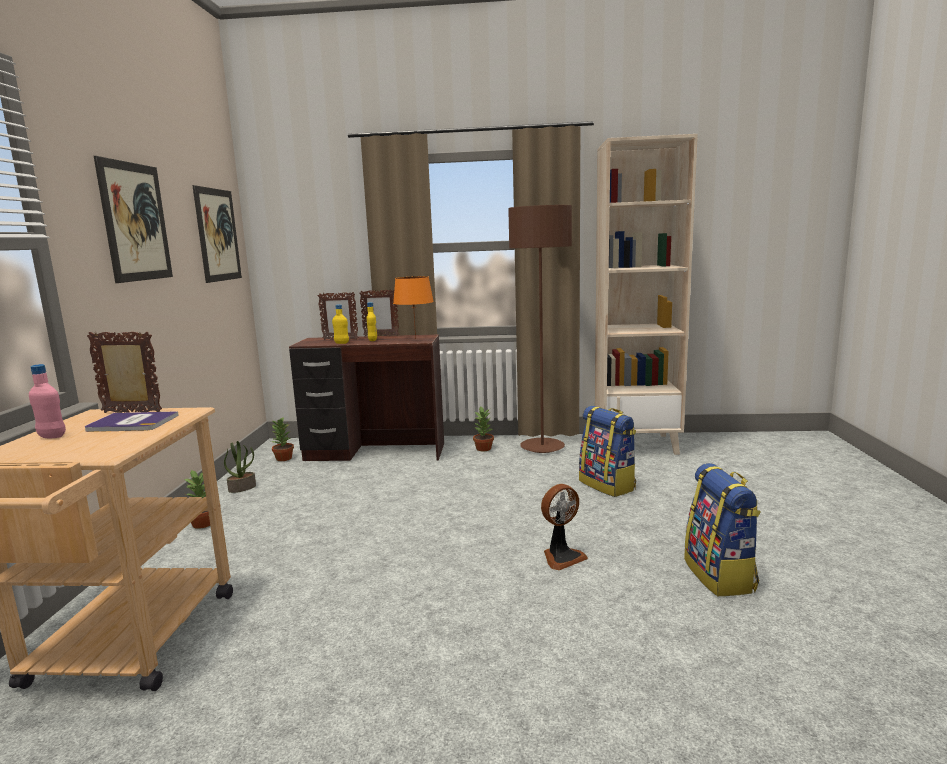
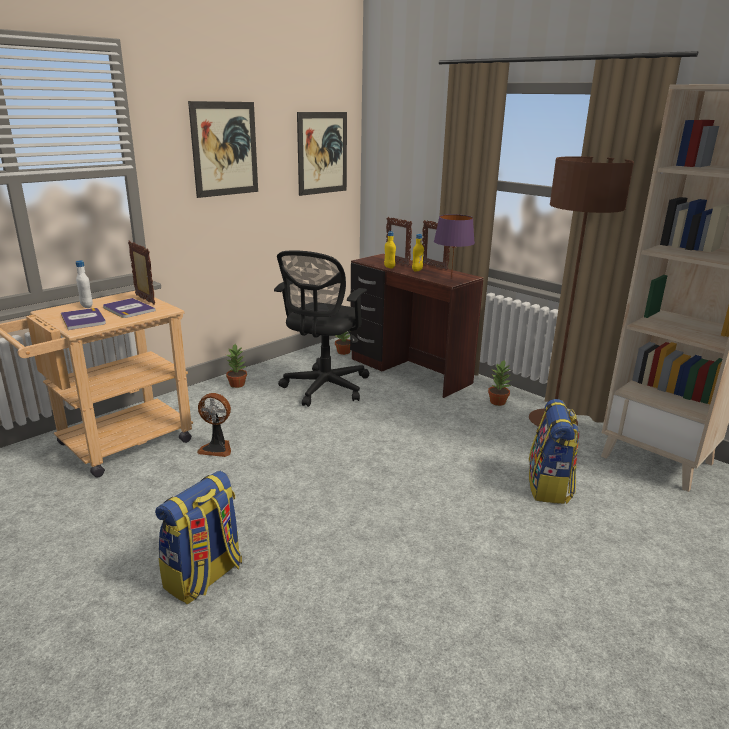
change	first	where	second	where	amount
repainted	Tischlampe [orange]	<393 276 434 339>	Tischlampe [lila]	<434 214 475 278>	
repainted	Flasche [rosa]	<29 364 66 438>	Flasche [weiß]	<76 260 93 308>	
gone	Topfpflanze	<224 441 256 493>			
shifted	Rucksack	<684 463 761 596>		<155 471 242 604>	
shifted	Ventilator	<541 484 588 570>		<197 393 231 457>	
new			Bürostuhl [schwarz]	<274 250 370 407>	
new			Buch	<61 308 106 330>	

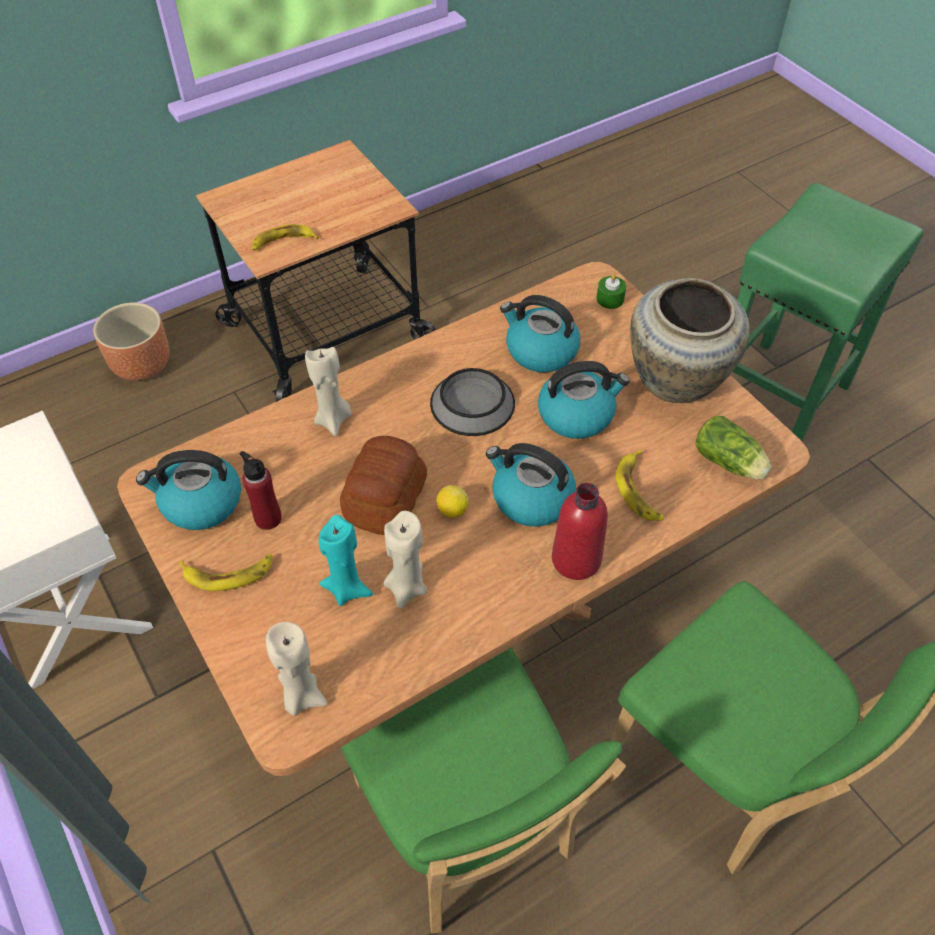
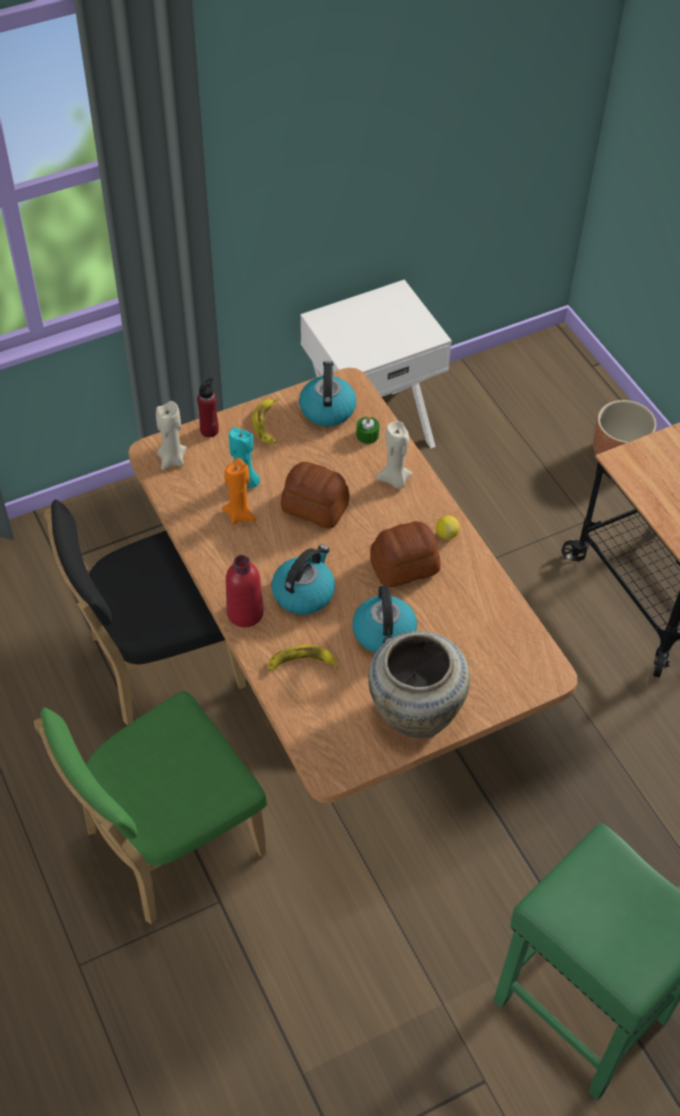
change	first	where	second	where	amount
gone	Banane	<252 224 319 251>			
shifted	Kerze [grün]	<596 274 626 309>		<356 416 379 444>	
gone	Wasserkessel	<500 295 580 373>			
swapped	Schüssel	<430 368 515 436>	Brot	<370 521 441 587>	
gone	Salatkopf	<695 416 772 480>			
shifted	Flasche [rot]	<240 451 282 530>		<197 377 219 437>	
shifted	Zitrone	<436 485 469 518>		<436 515 460 539>	
repainted	Kerze [beige]	<383 511 427 609>	Kerze [orange]	<222 458 256 524>	
repainted	Stuhl [grün]	<340 648 626 934>	Stuhl [schwarz]	<44 499 246 725>	

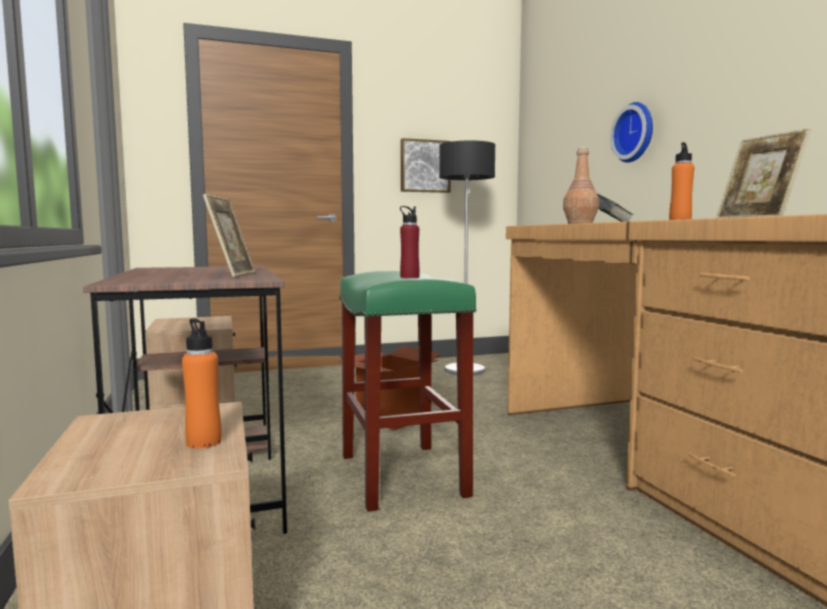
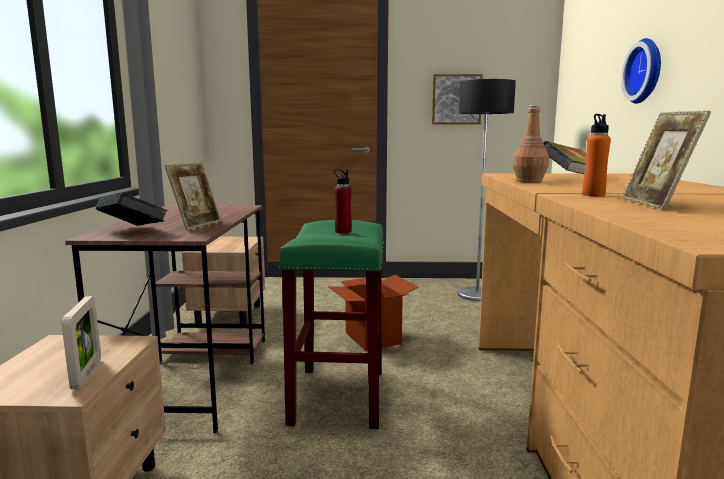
change	first	where	second	where	amount
swapped	Flasche [orange]	<182 318 222 448>	Bilderrahmen	<62 296 101 389>	
new			Buch	<95 193 168 226>	

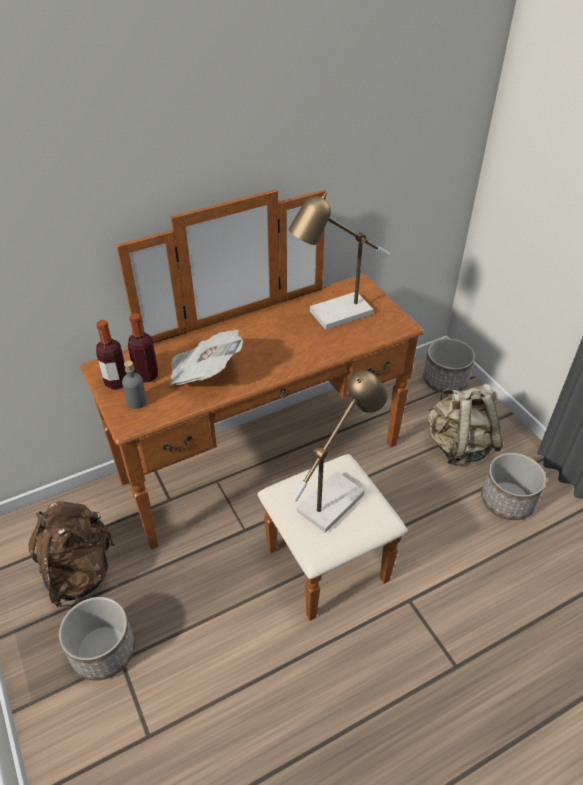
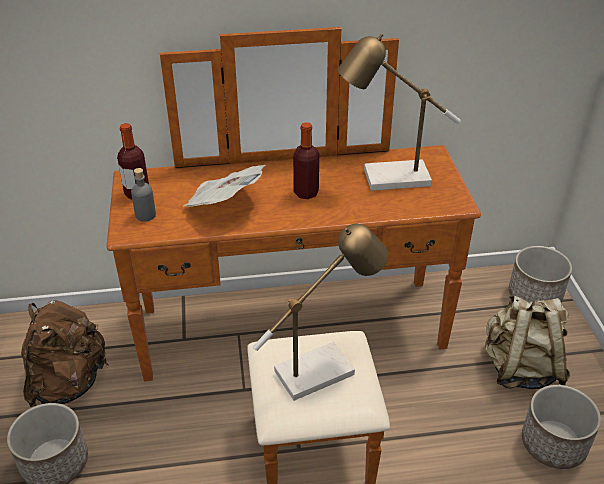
change	first	where	second	where	amount
shifted	Flasche	<128 313 158 382>		<293 122 319 199>	

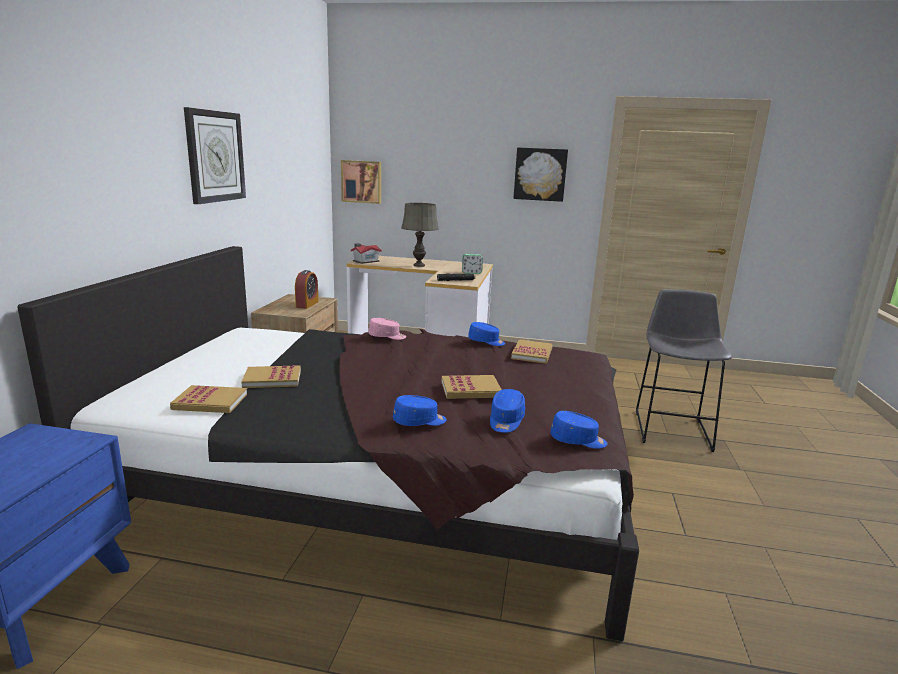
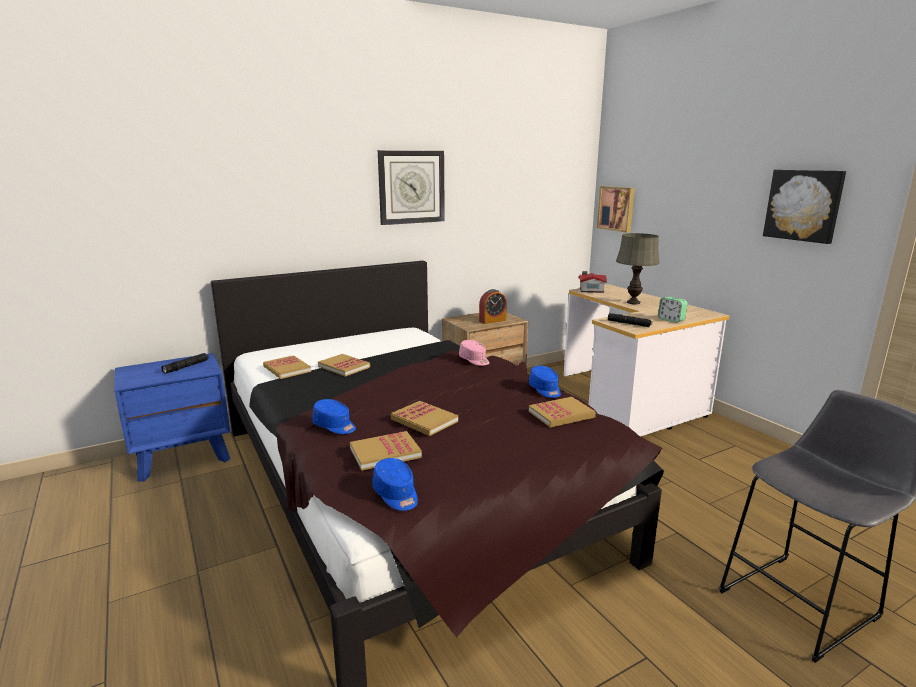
change	first	where	second	where	amount
swapped	Kappe [blau]	<490 389 525 433>	Buch	<350 431 422 471>	
new			Taschenlampe [schwarz]	<162 353 209 374>	

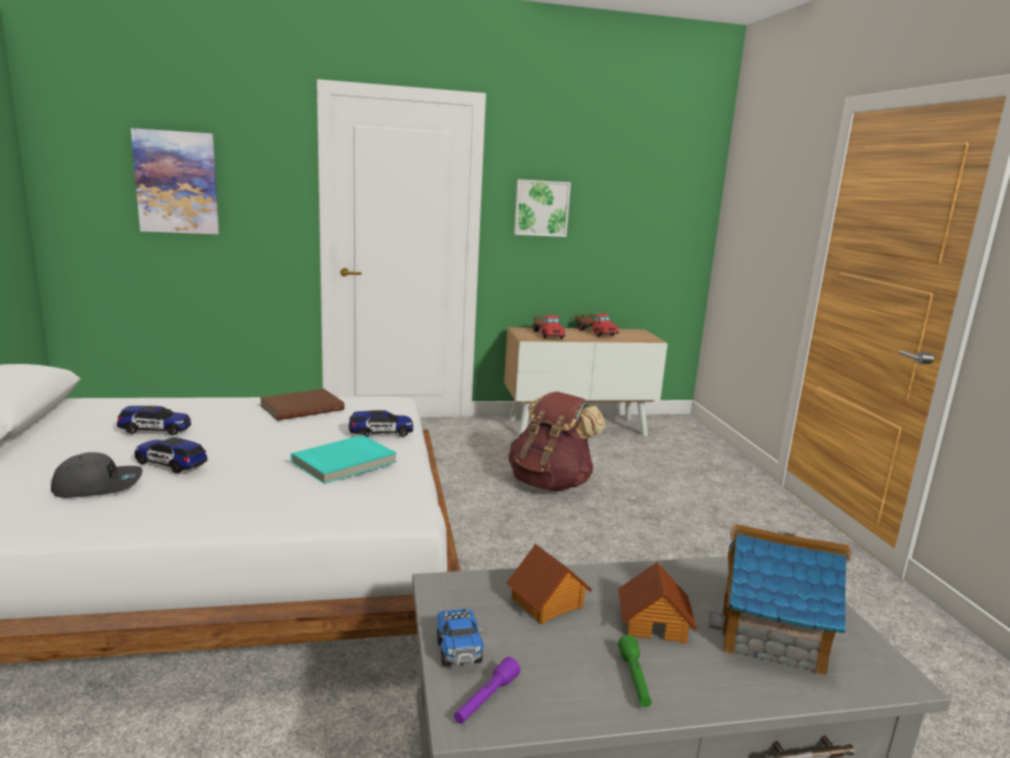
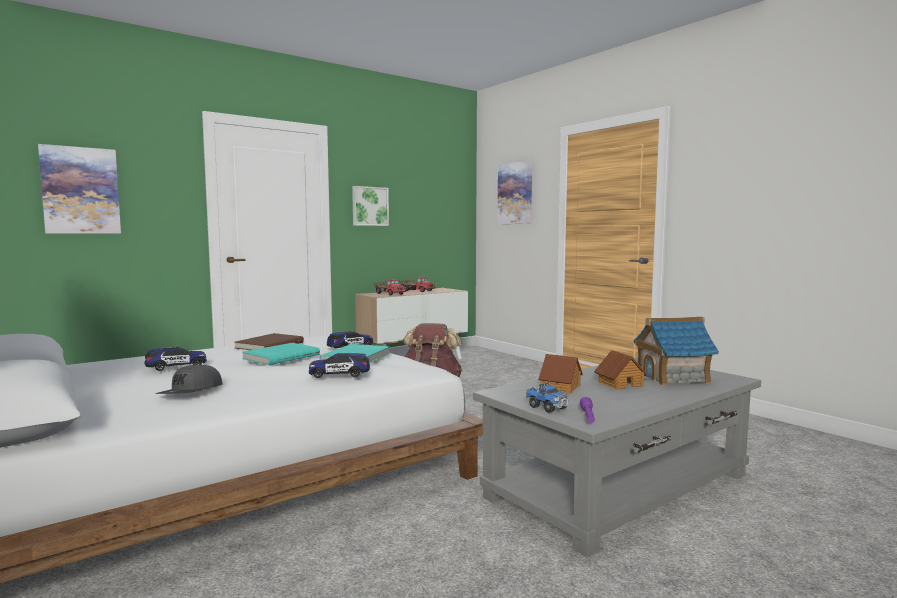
change	first	where	second	where	amount
shifted	Spielzeugauto	<134 437 207 474>		<309 353 370 378>	
rotated	Kappe [grau]	<51 452 143 498>		<155 364 223 394>	150 degrees clockwise
gone	Taschenlampe [grün]	<618 635 652 707>			
new			Bild	<497 160 532 224>	
new			Buch [türkis]	<242 343 320 365>	

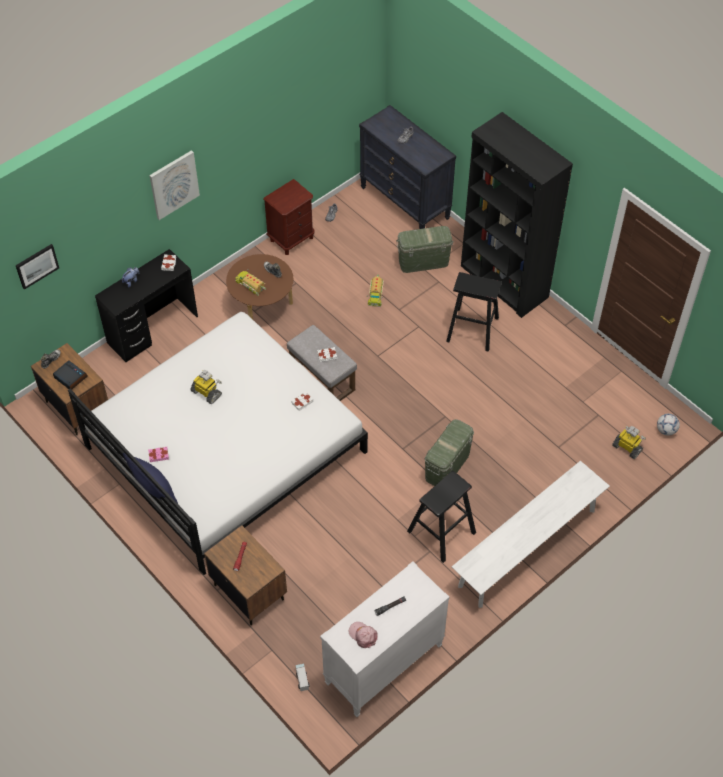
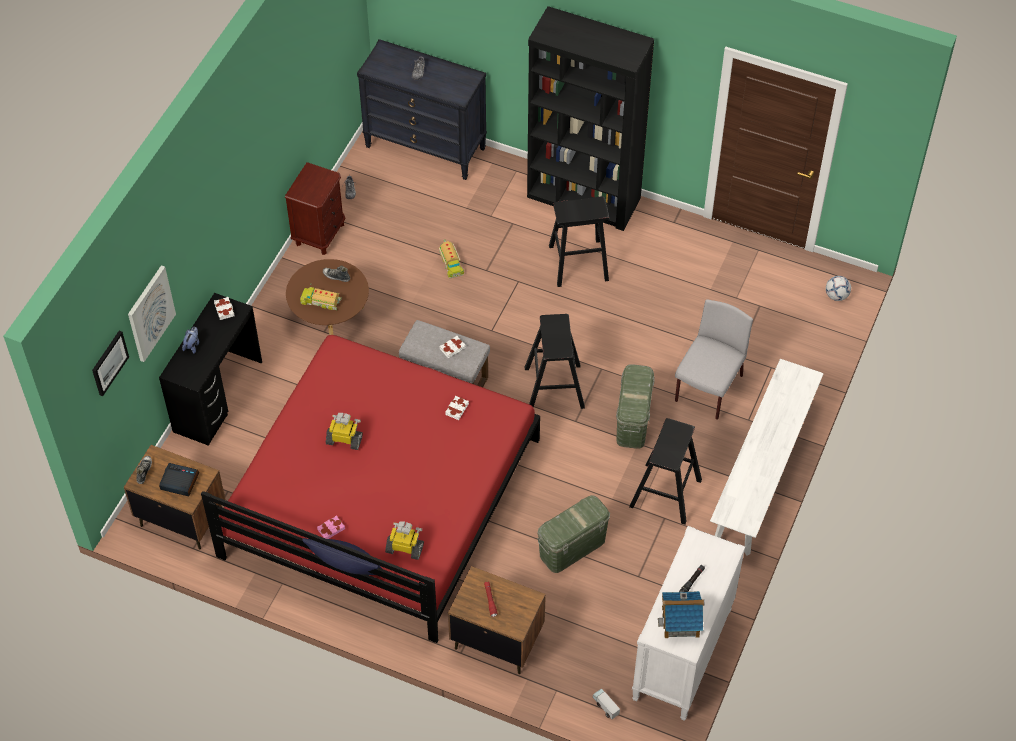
change	first	where	second	where	amount
shifted	Bild	<149 150 200 220>		<128 265 176 362>	
shifted	Aufbewahrungsbox [grün]	<396 226 454 273>		<537 495 610 573>	
repainted	Bett [weiß]	<68 312 368 575>	Bett [rot]	<201 335 540 643>	
shifted	Spielzeugroboter	<612 426 646 459>		<385 521 424 560>	
swapped	Kappe [rosa]	<349 622 378 648>	Spielzeughaus	<658 591 705 638>	
new			Stuhl [grau]	<675 299 753 420>	
new			Hocker [schwarz]	<525 314 585 409>	

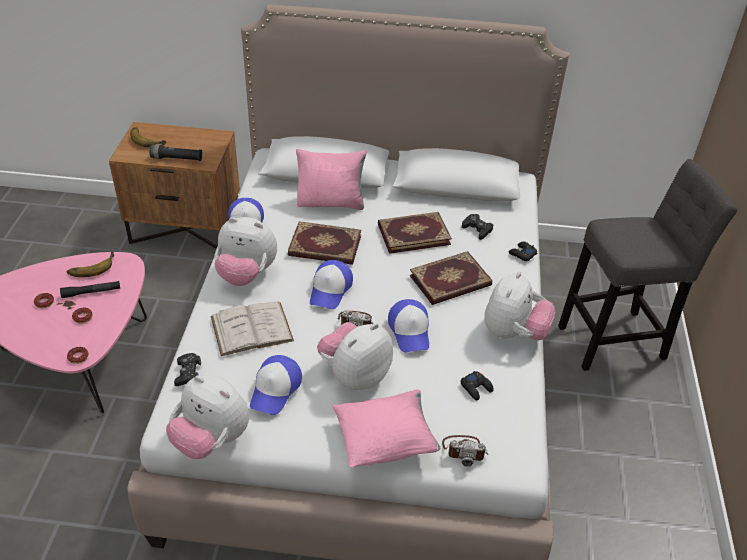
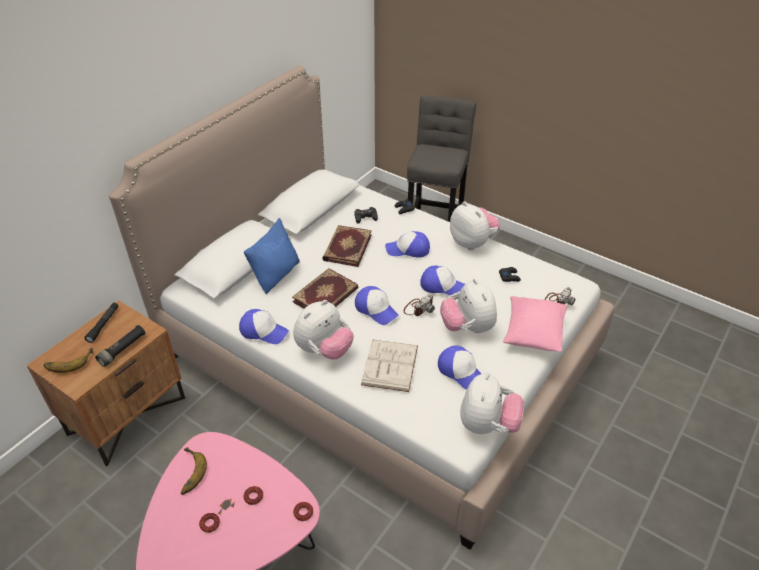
change	first	where	second	where	amount
repainted	Kissen [rosa]	<296 149 367 210>	Kissen [blau]	<244 218 300 294>	
swapped	Buch	<409 251 492 305>	Kappe	<385 231 430 258>	
shifted	Taschenlampe [schwarz]	<60 281 120 298>		<84 303 119 343>	
gone	Gamepad [schwarz]	<174 353 201 386>			
rotated	Plüschtier	<166 375 249 459>		<460 372 524 434>	45 degrees counterclockwise

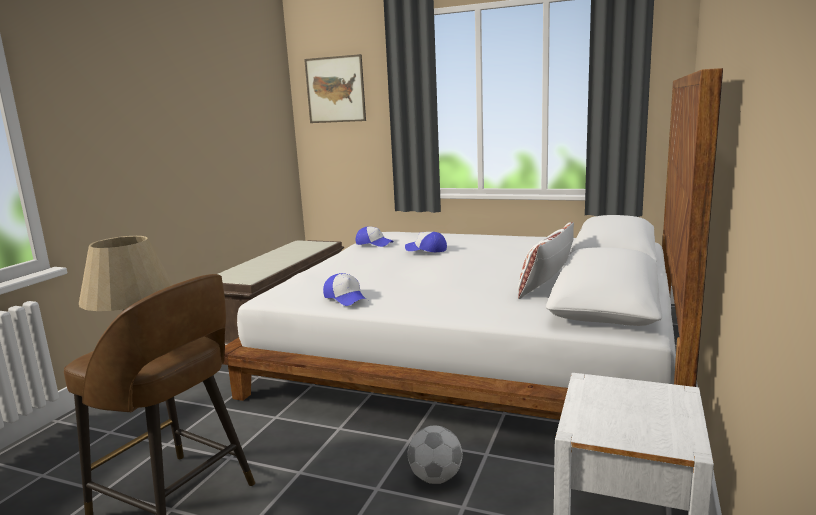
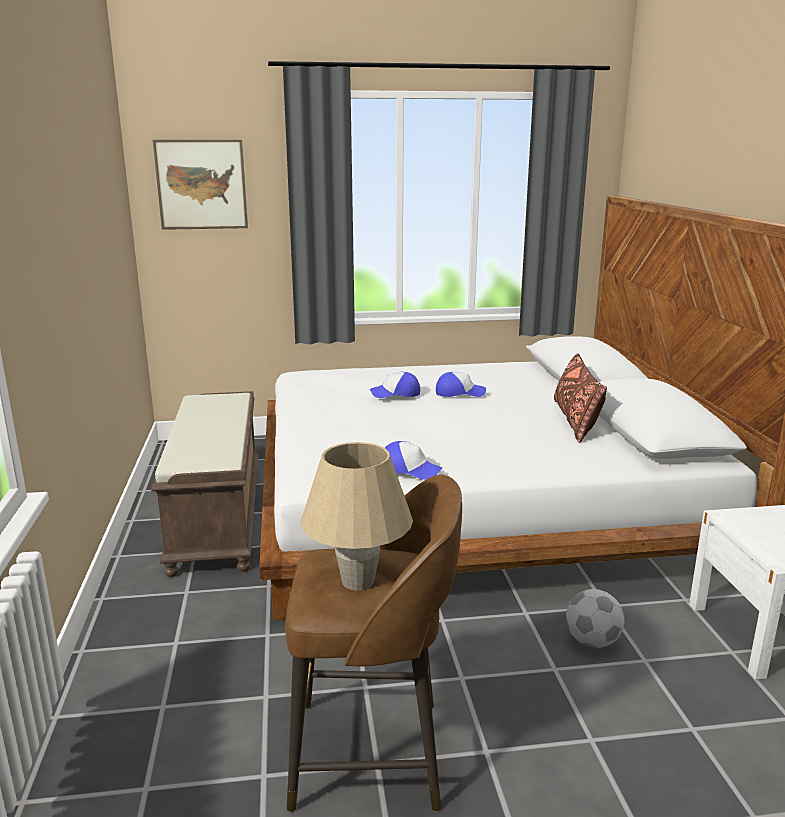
change	first	where	second	where	amount
repainted	Kissen [weiß]	<518 222 574 299>	Kissen [braun]	<554 353 607 443>	
shifted	Kappe	<356 226 394 247>		<436 372 486 397>	

